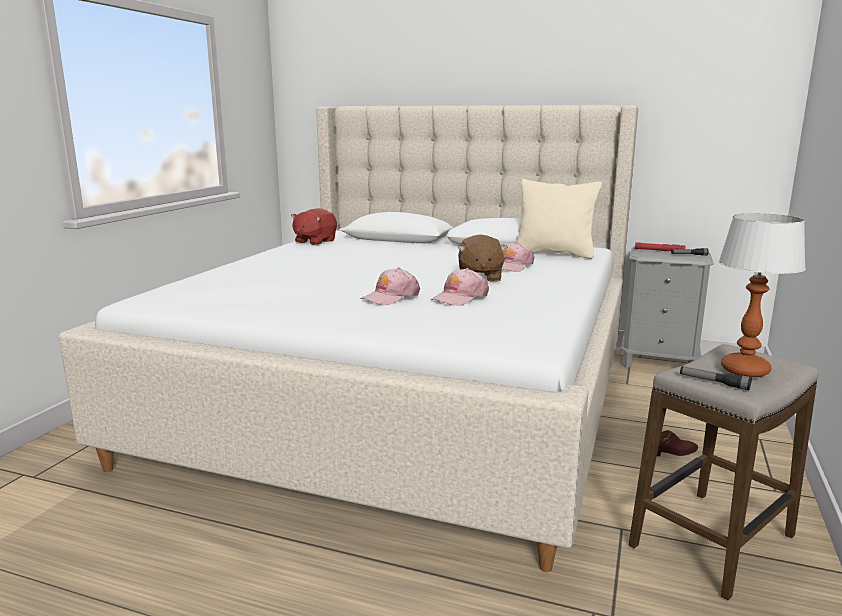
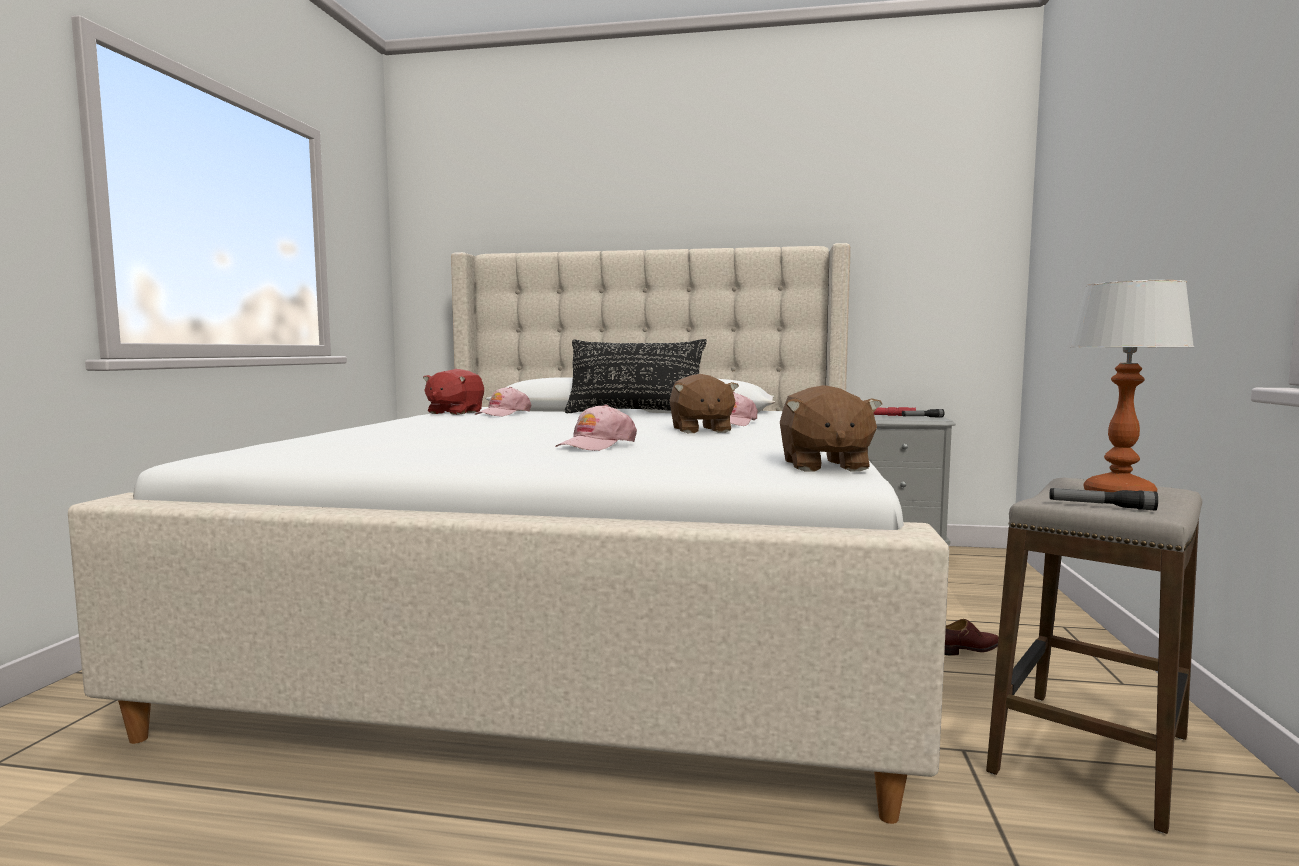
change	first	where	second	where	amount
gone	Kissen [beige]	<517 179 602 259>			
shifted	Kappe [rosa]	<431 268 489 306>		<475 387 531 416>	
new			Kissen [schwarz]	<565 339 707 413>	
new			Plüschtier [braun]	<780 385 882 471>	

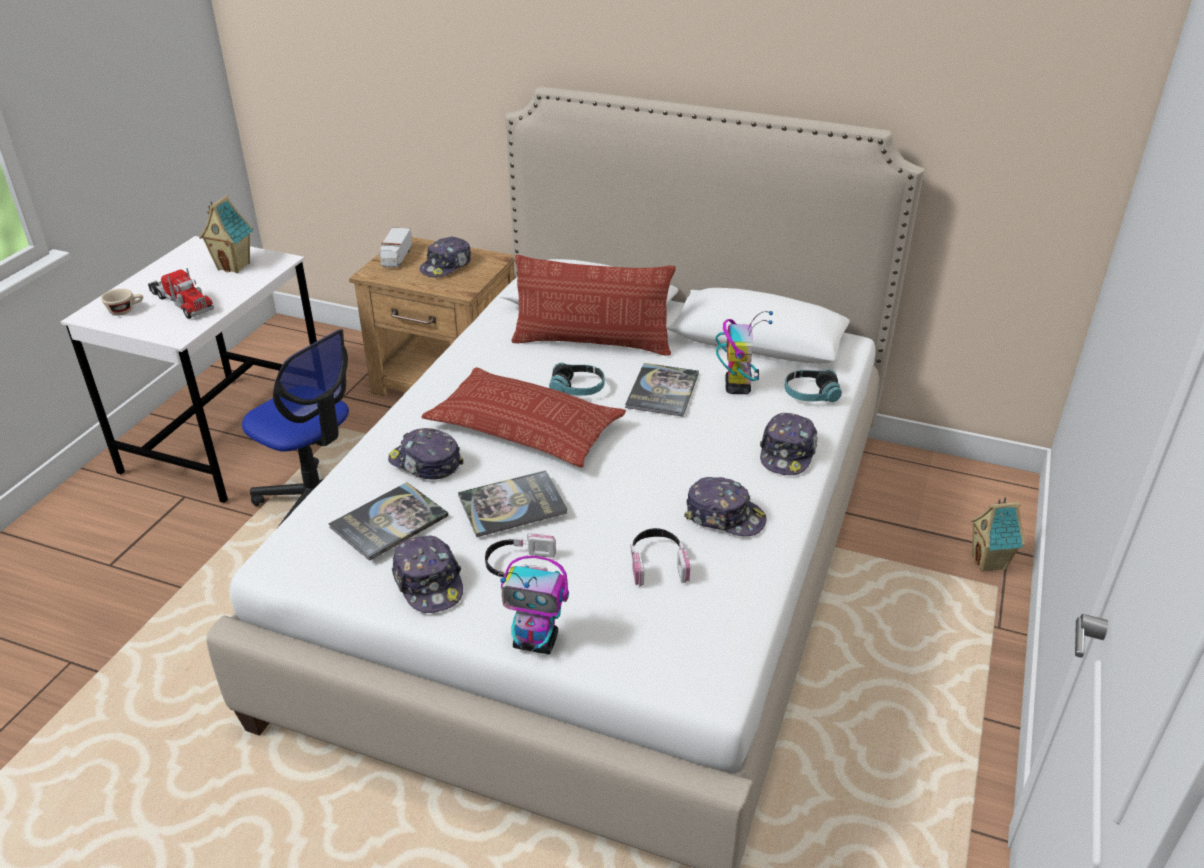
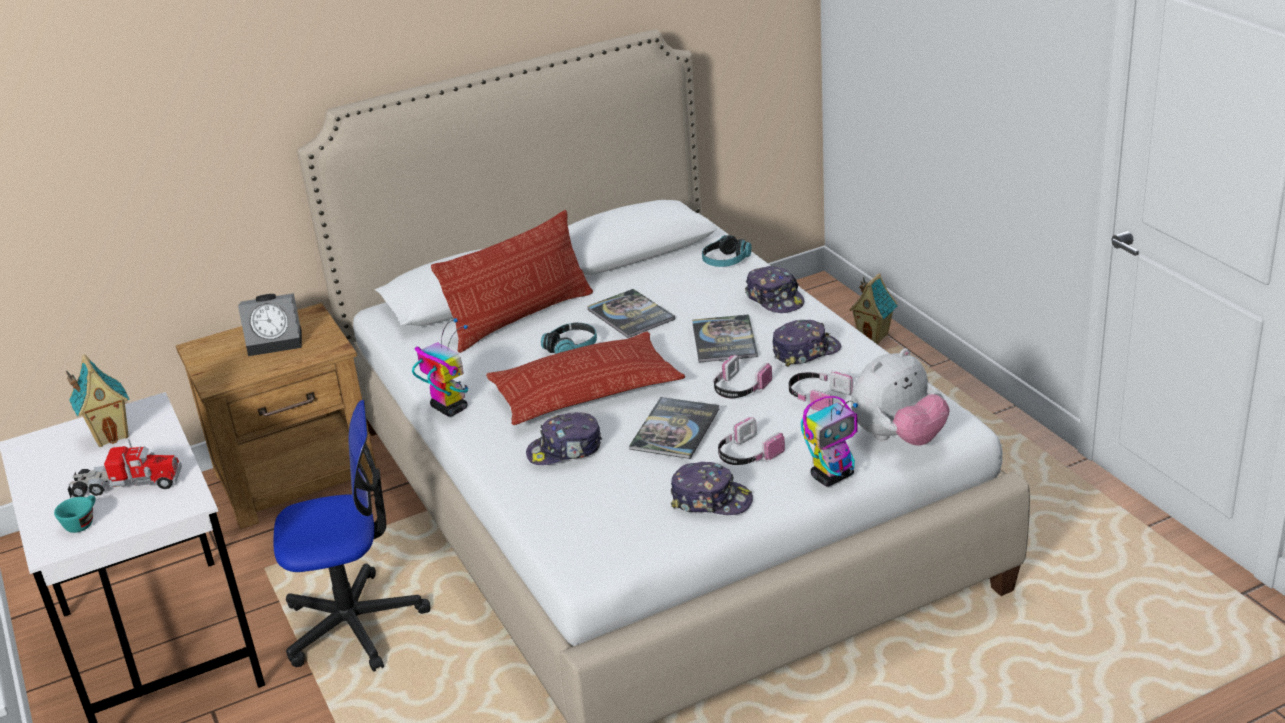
change	first	where	second	where	amount
gone	Spielzeuglaster	<379 228 412 267>			
swapped	Kappe	<420 236 471 278>	Wecker	<238 293 302 356>	
repainted	Tasse [beige]	<101 288 143 316>	Tasse [türkis]	<54 495 95 533>	
shifted	Spielzeugroboter	<715 311 773 394>		<412 318 468 417>	
shifted	Buch	<328 482 448 561>		<692 314 758 363>	
new			Plüschtier	<851 348 950 446>	
new			Kopfhörer	<713 355 772 398>	

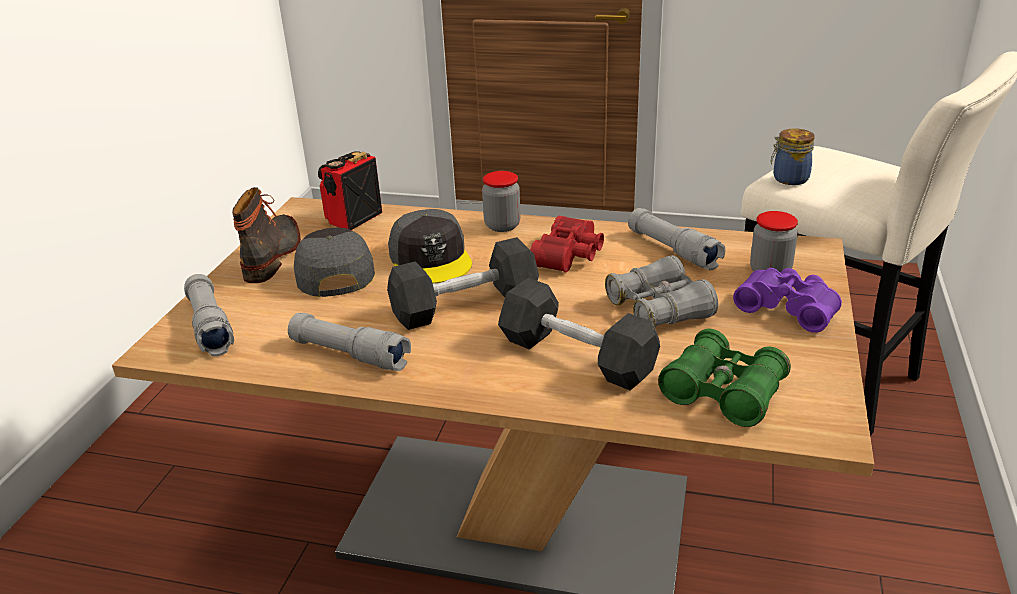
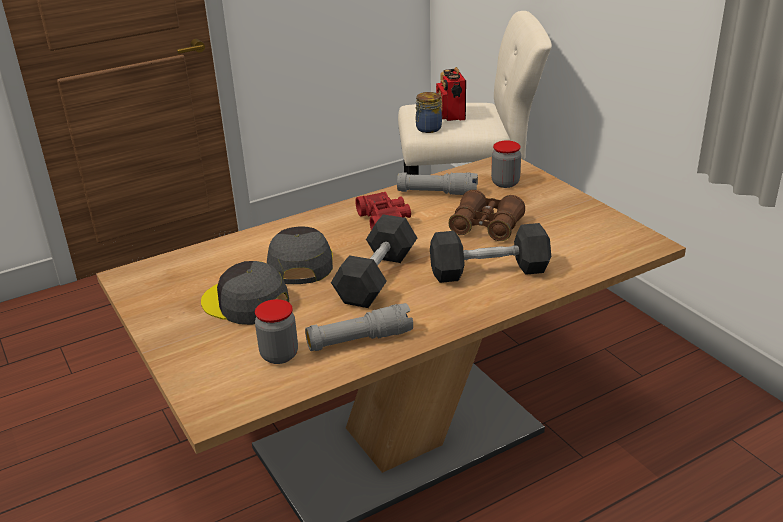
change	first	where	second	where	amount
shifted	Radio	<318 151 382 230>		<436 67 466 121>	
shifted	Vorratsglas	<482 171 520 232>		<255 299 298 364>	
gone	Stiefel	<232 187 301 283>			
rotated	Kappe [grau]	<388 209 472 284>		<267 227 333 284>	120 degrees counterclockwise
repainted	Fernglas [grau]	<605 255 718 328>	Fernglas [braun]	<448 190 525 241>	
gone	Fernglas [lila]	<733 268 842 333>			
gone	Taschenlampe [grau]	<184 274 234 356>			
gone	Fernglas [grün]	<658 329 791 427>			

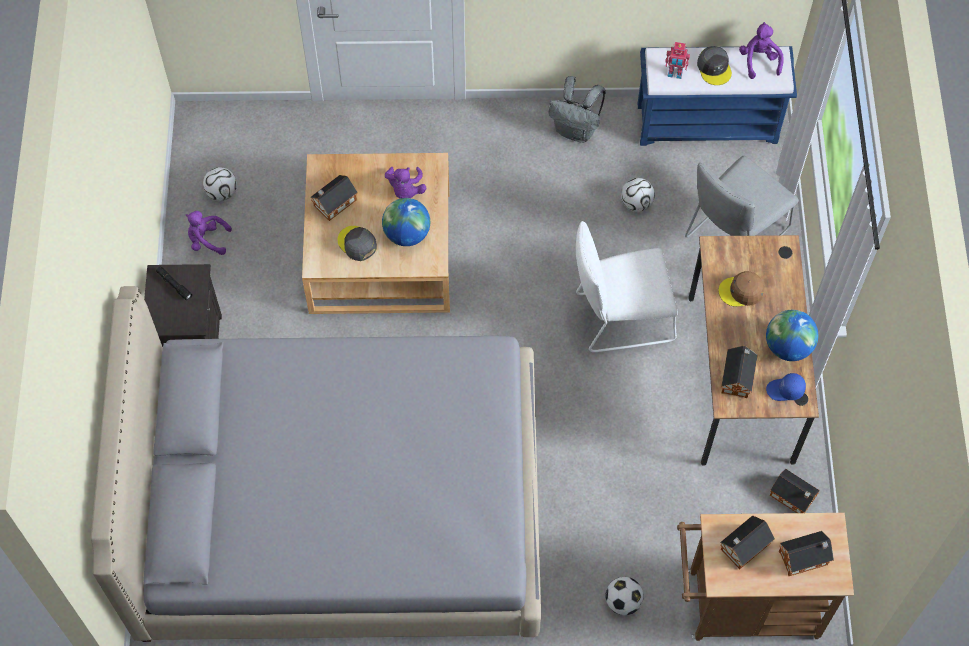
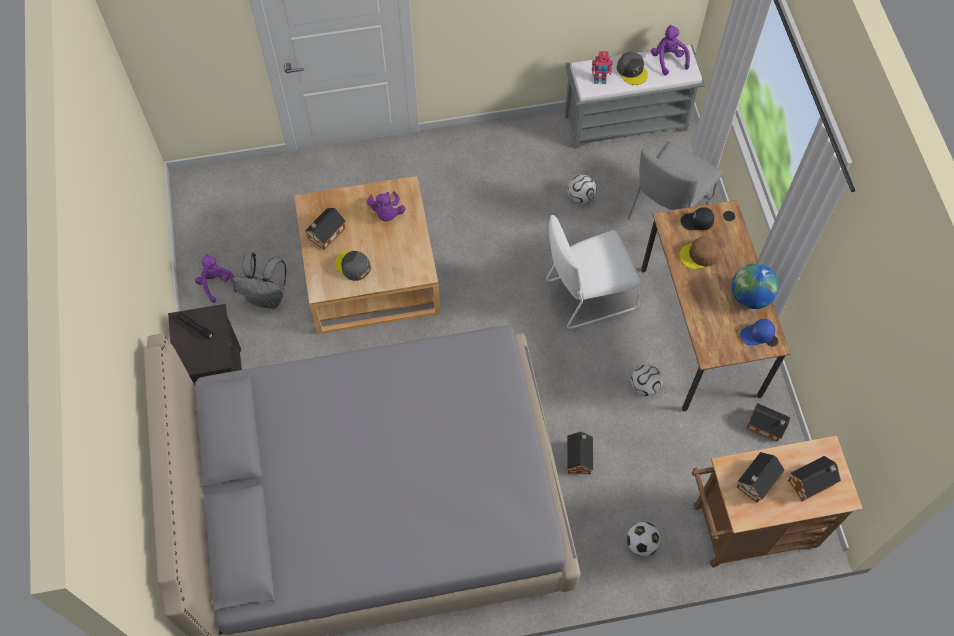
change	first	where	second	where	amount
repainted	Bank [blau]	<637 46 797 146>	Bank [grau]	<564 44 705 149>	
shifted	Rucksack [grau]	<549 76 606 143>		<232 252 286 309>	
shifted	Fußball	<203 167 237 201>		<631 364 663 396>	
gone	Globus	<382 198 430 246>			
rotated	Plüschtier [lila]	<186 211 232 255>		<195 254 237 303>	60 degrees clockwise
shifted	Spielzeughaus	<721 346 758 398>		<567 432 593 474>	
new			Kappe [schwarz]	<681 207 714 230>	

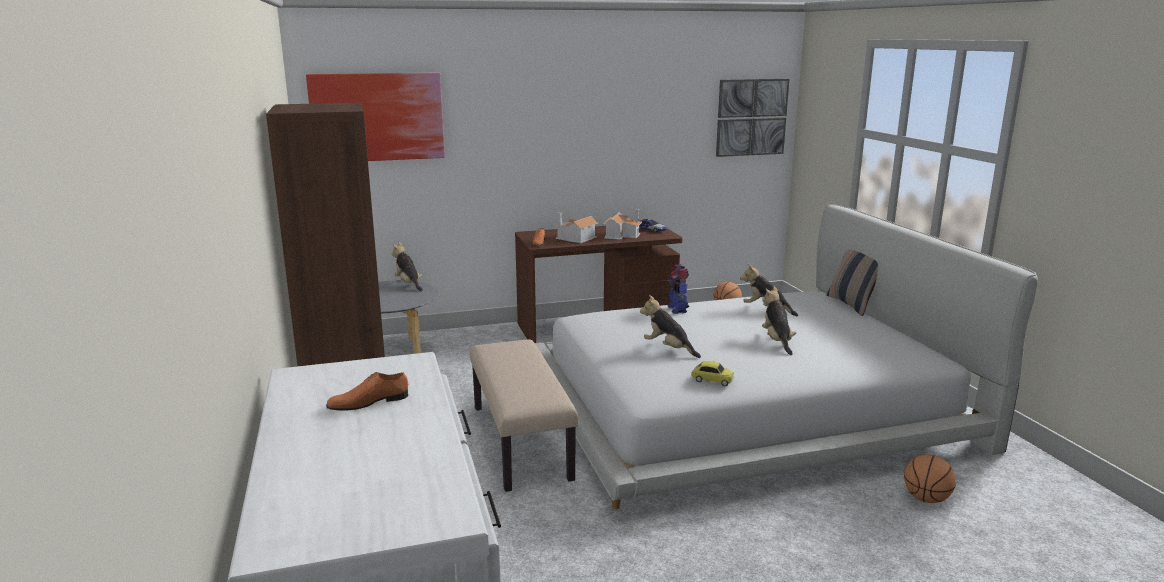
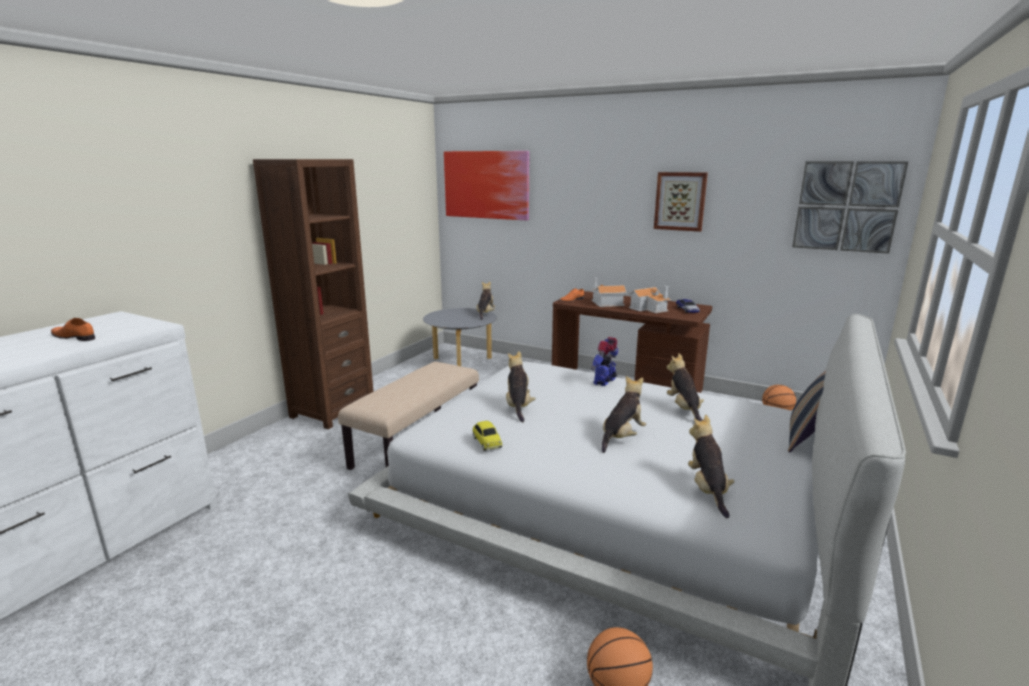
change	first	where	second	where	amount
new			Bild	<654 172 708 232>	
new			Plüschtier	<688 415 735 518>	

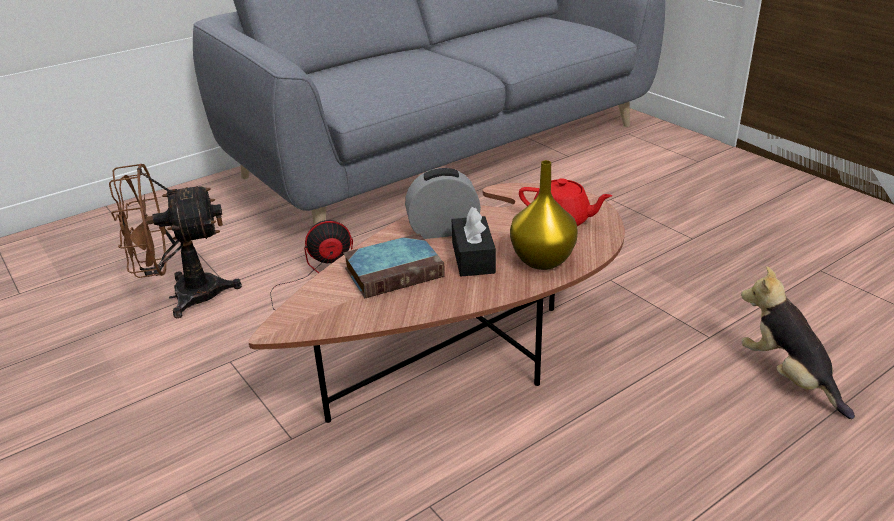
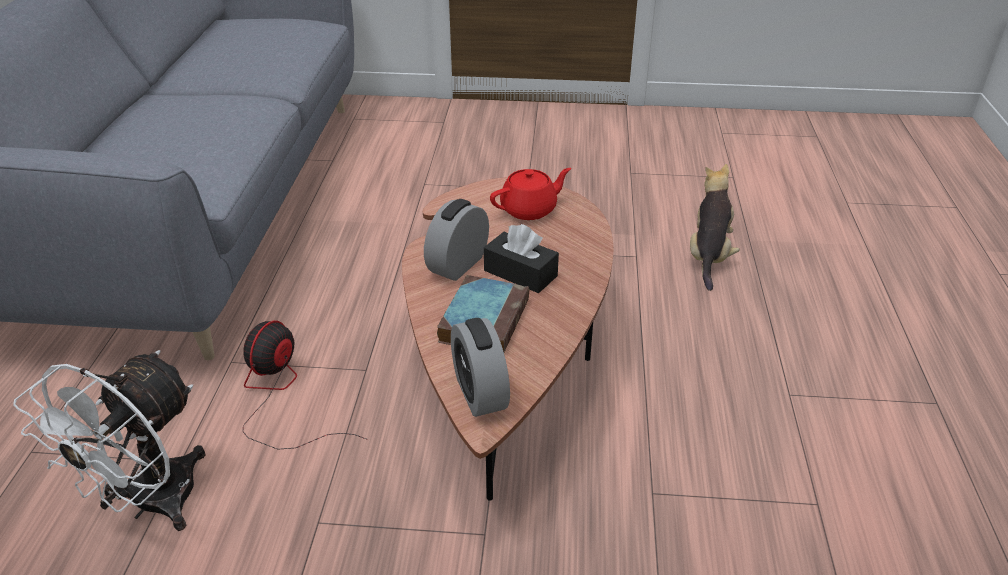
change	first	where	second	where	amount
gone	Vase [gelb]	<510 160 578 270>			
repainted	Ventilator [braun]	<109 164 242 318>	Ventilator [weiß]	<13 350 205 531>	
rotated	Plüschtier	<741 266 855 419>		<690 164 740 291>	90 degrees clockwise
new			Wecker	<451 318 510 417>	

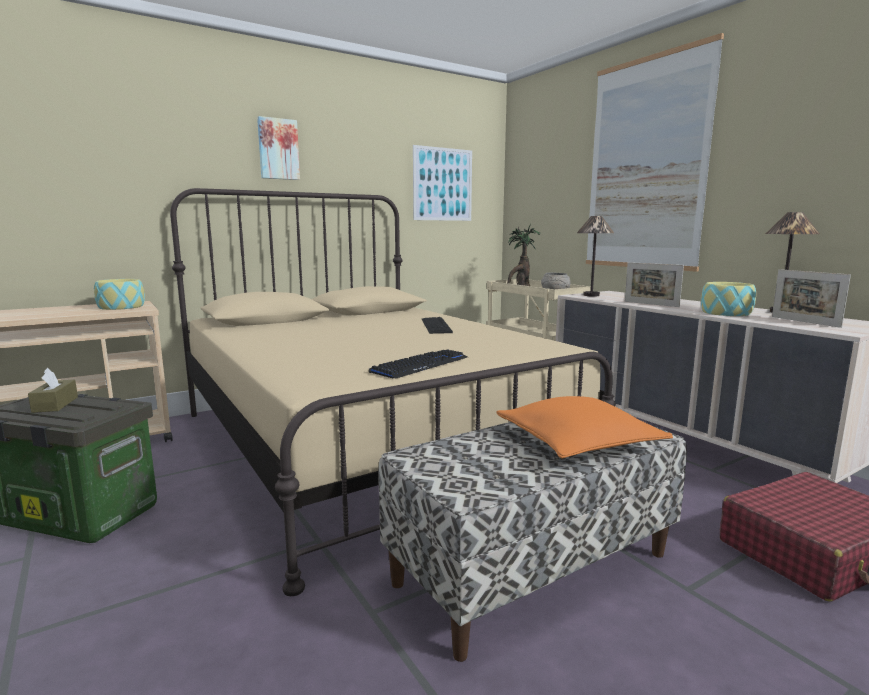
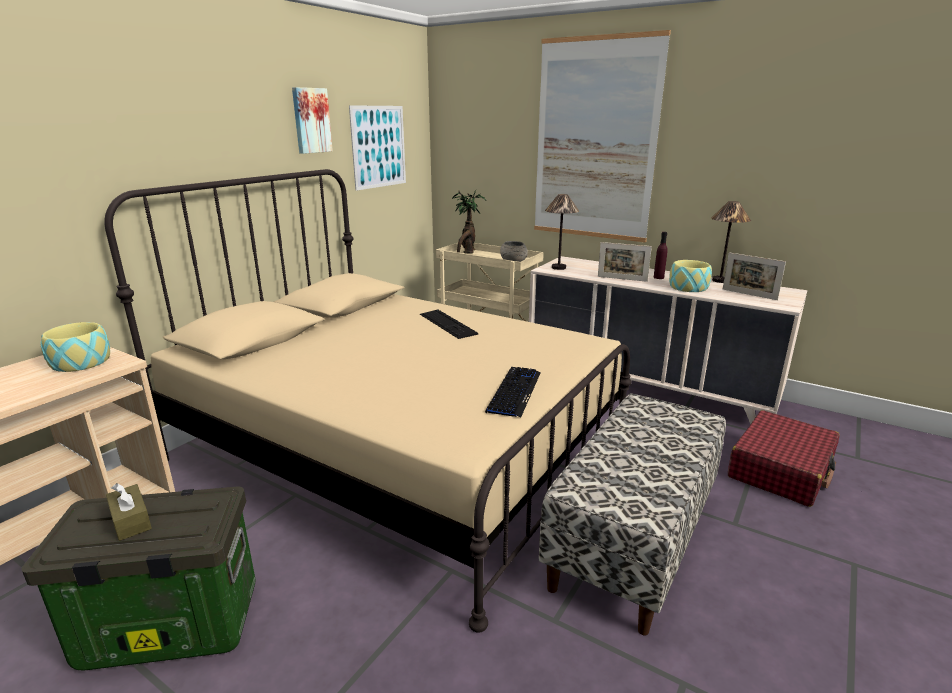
change	first	where	second	where	amount
shifted	Bild	<257 116 300 180>		<292 87 333 154>	
gone	Kissen [orange]	<496 396 673 459>			
new			Flasche [lila]	<654 232 668 279>	

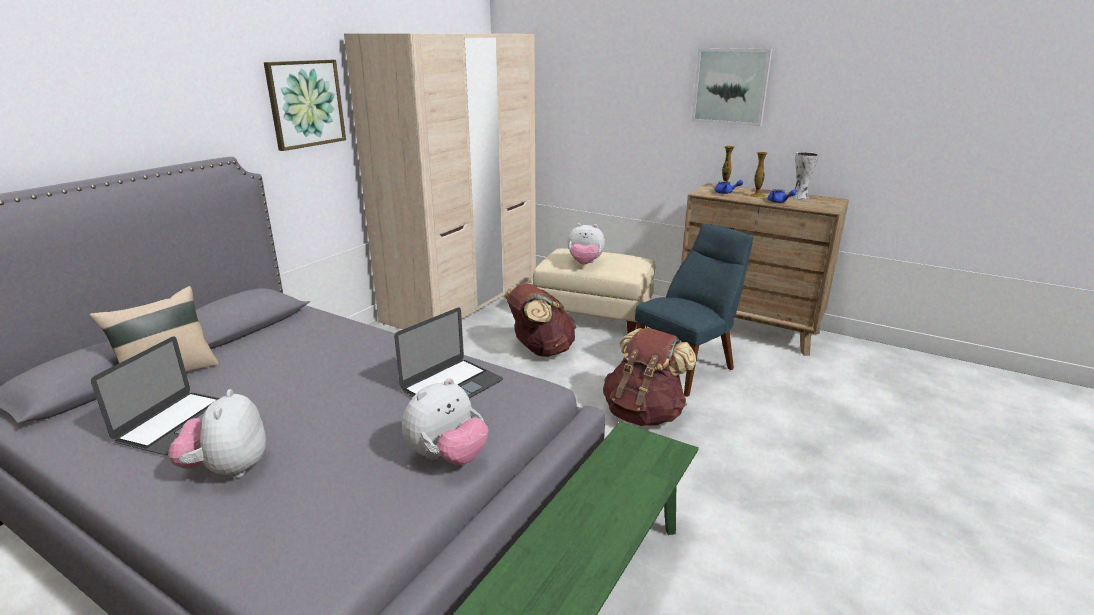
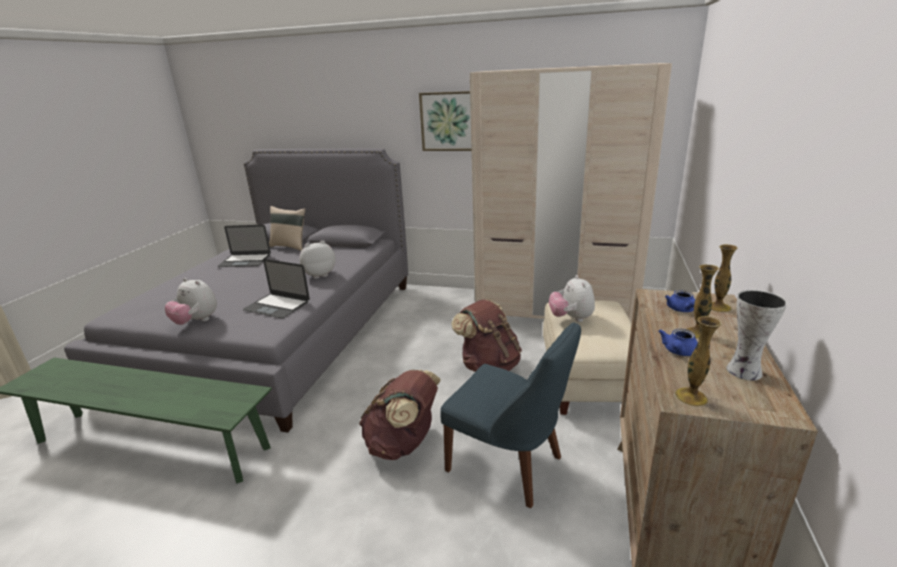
change	first	where	second	where	amount
gone	Bild	<692 48 772 126>			
shifted	Plüschtier	<168 389 266 478>		<299 241 336 279>	
new			Vase	<674 316 722 406>	

